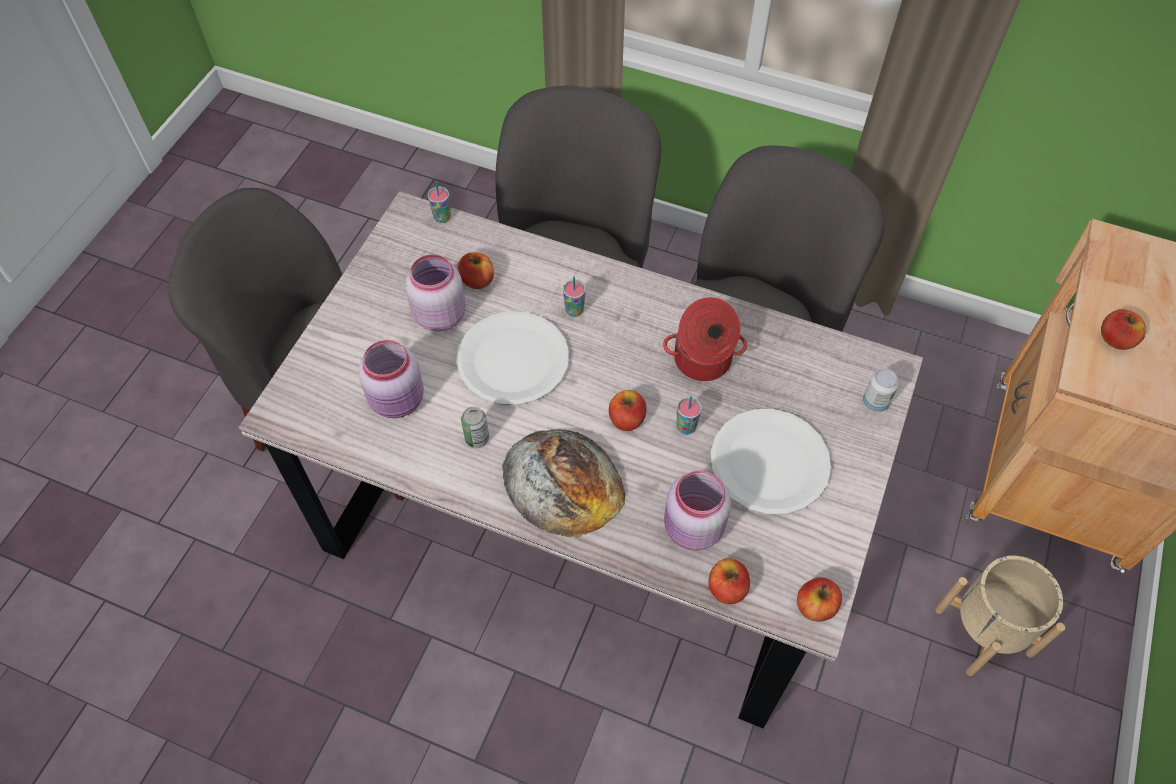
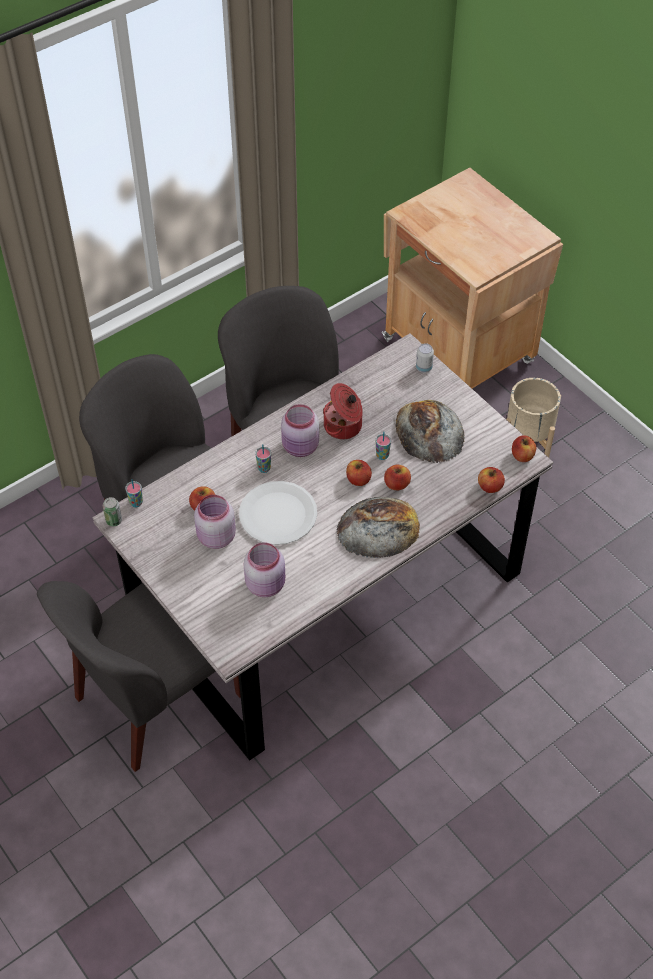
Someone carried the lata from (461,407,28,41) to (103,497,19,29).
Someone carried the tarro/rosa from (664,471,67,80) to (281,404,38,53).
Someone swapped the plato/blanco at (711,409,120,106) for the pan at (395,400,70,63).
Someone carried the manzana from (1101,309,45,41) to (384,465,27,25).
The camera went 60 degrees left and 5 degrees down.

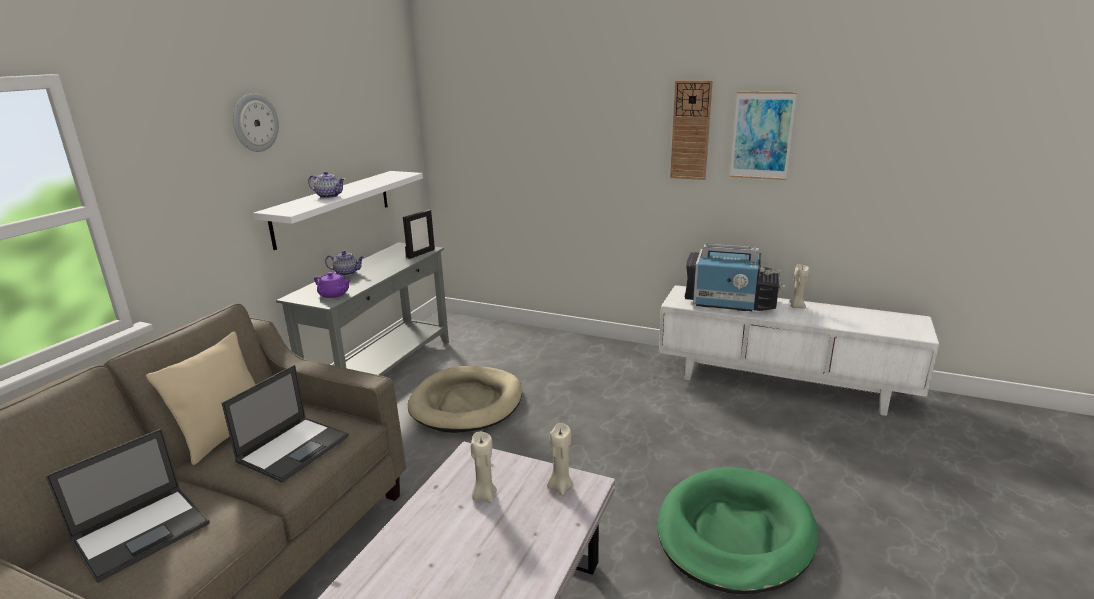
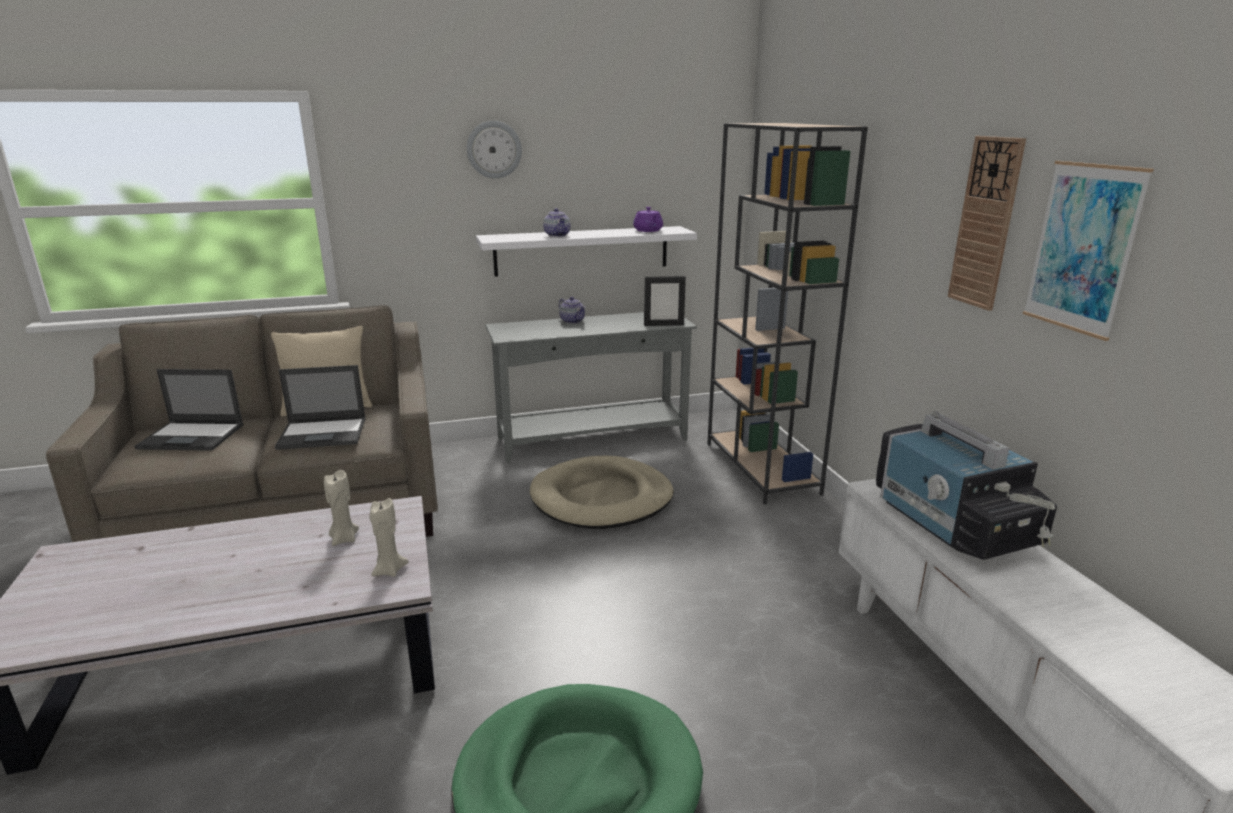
Someone carried the tetera/morado from (314,272,38,26) to (633,207,30,25).
Someone took away the vela/beis at (790,264,19,45).
Someone put down the estantería at (707,123,161,381).
The camera went 50 degrees right and 0 degrees up.

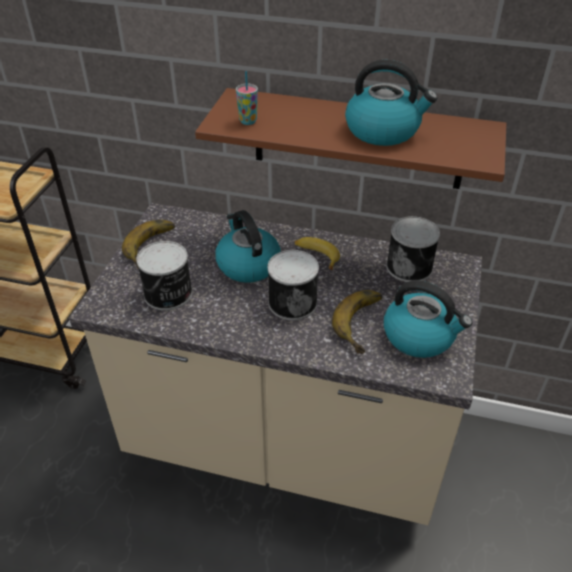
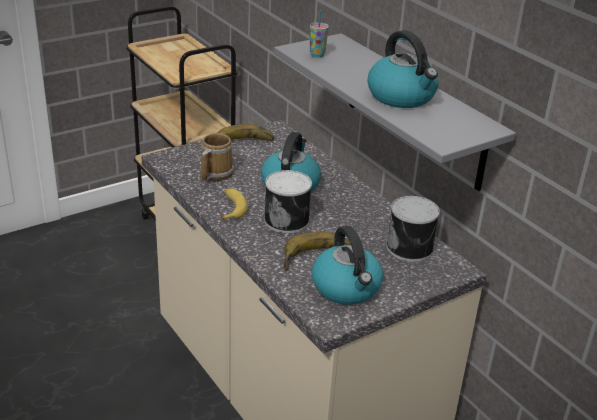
Someone swapped the lata at (136,241,56,70) for the taza grande at (200,133,34,49).
Someone repainted the estante/marrón at (195,88,312,101), which became the estante/gris at (274,33,242,158).
Someone carried the plátano from (295,237,45,33) to (222,188,26,32).
The camera went 40 degrees right and 10 degrees down.

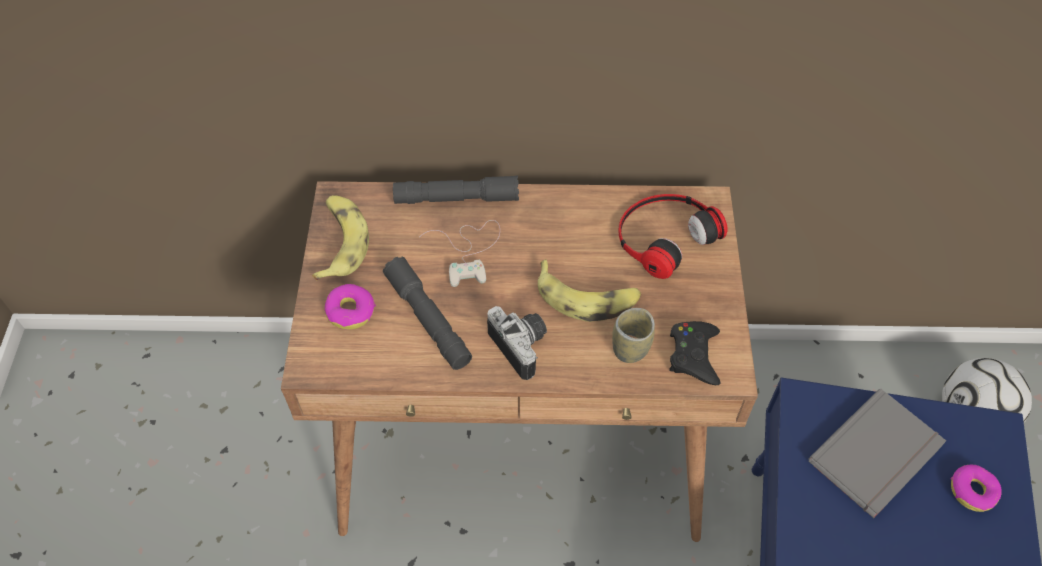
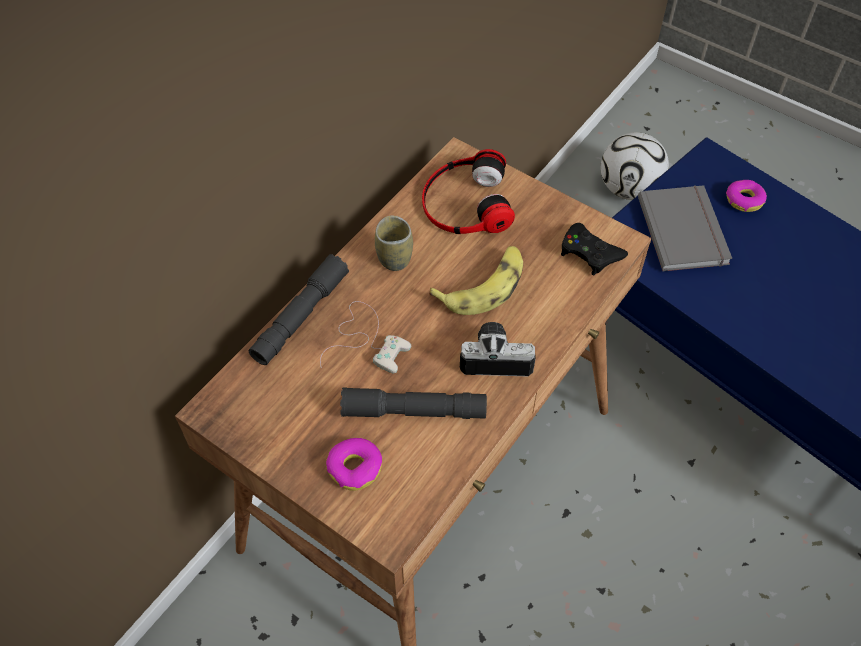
Someone took away the plátano at (312,195,57,86).
Someone carried the taza from (612,308,43,55) to (375,215,38,56).
The camera went 55 degrees left and 0 degrees up.

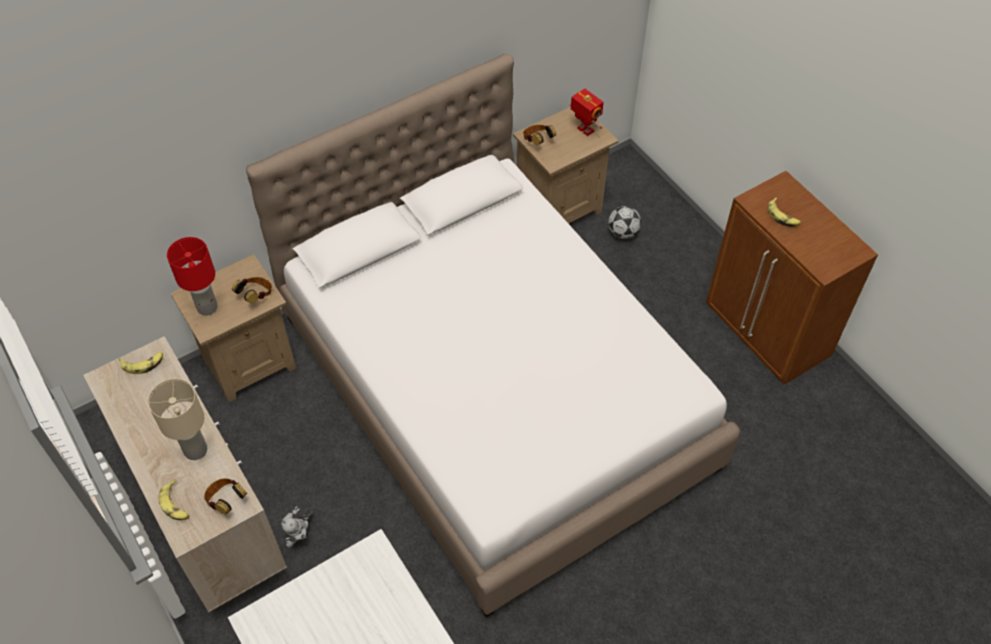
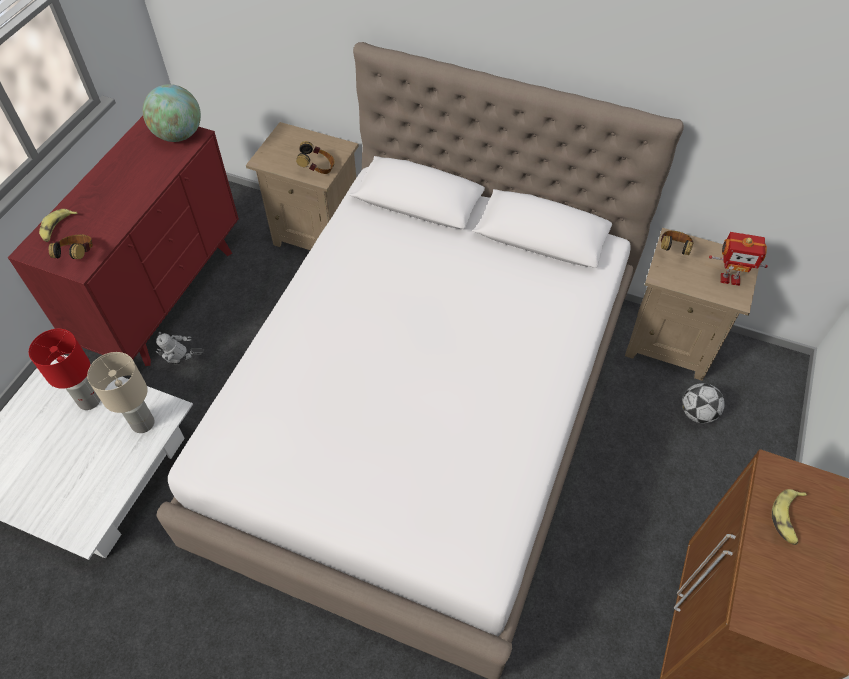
Someone repainted the cómoda/blanco at (83,336,204,276), which became the cómoda/rojo at (7,116,232,250).
Someone swapped the plátano at (119,352,44,22) for the globo terráqueo at (143,84,58,58).
Someone carried the lámpara de mesa/beis from (148,379,59,81) to (87,352,67,81).
Someone carried the lámpara de mesa/rojo from (167,237,51,78) to (29,329,71,81).
Someone rotated the robot de juguete at (569,88,35,48) by 90 degrees clockwise.
The camera went 55 degrees right and 0 degrees up.

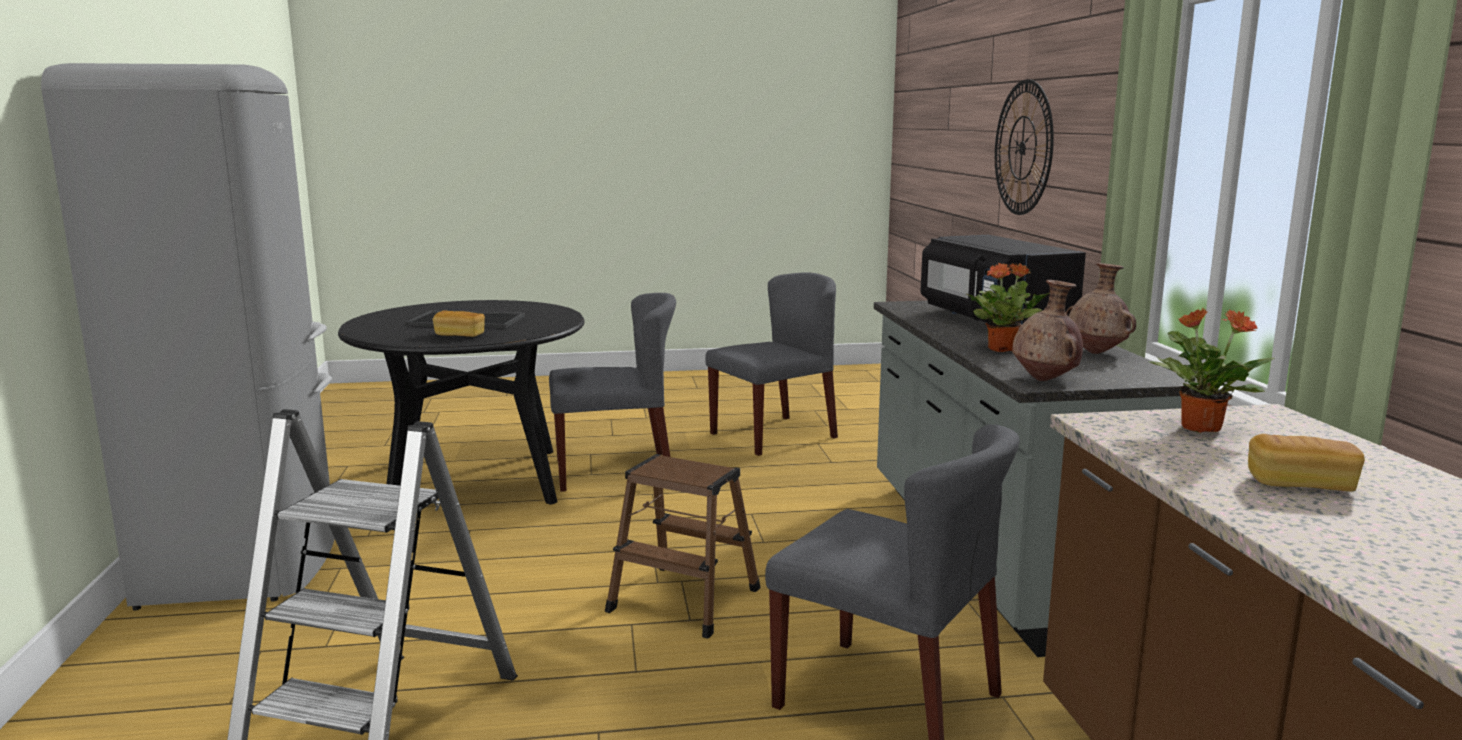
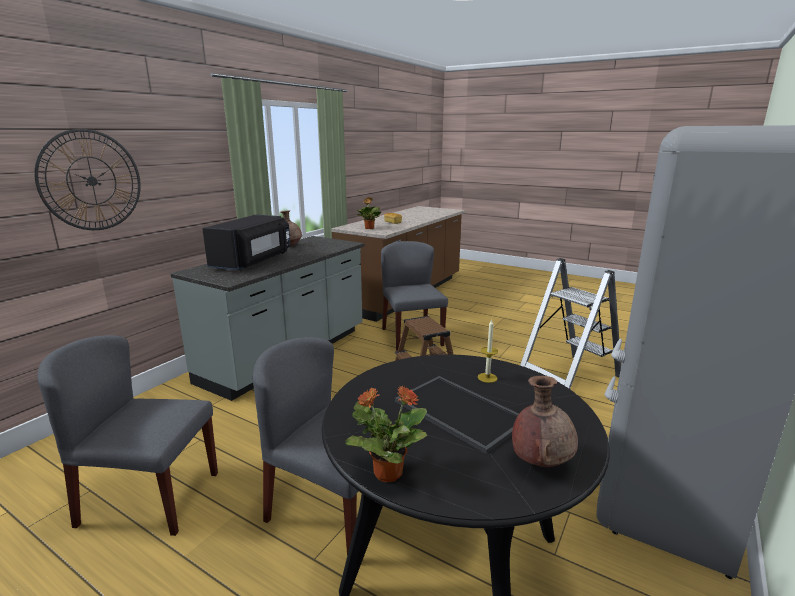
Someone swapped the pan at (433,310,52,27) for the vela at (478,320,20,63).
Someone carried the planta en maceta from (967,263,82,89) to (345,386,82,96).
Someone carried the florero/marrón from (1012,280,71,101) to (512,376,66,91).
The camera went 140 degrees left and 5 degrees up.

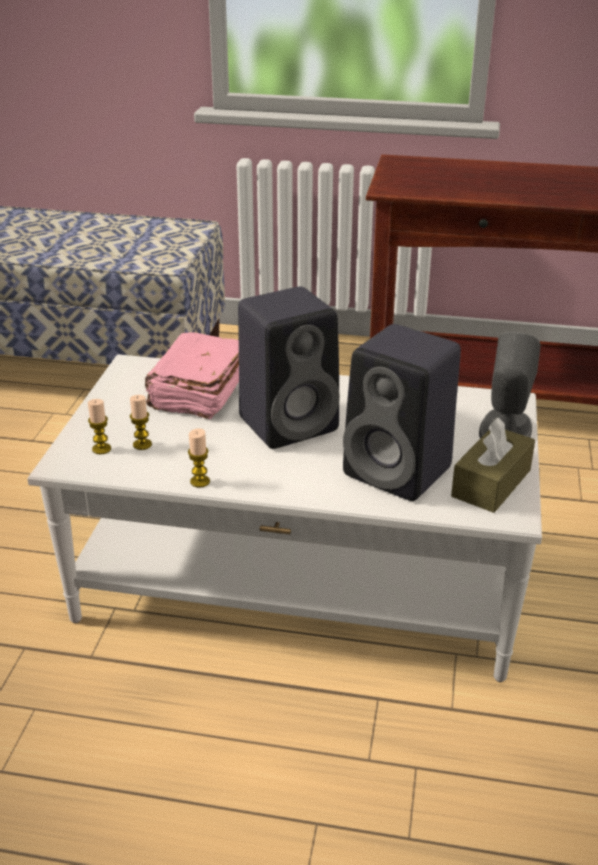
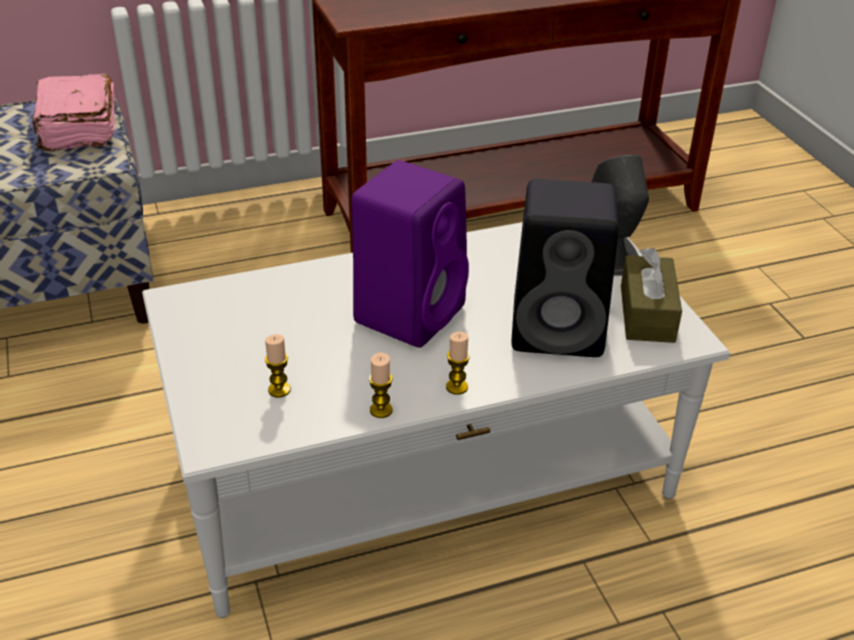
Someone carried the vela from (88,399,23,55) to (446,332,24,63).
Someone carried the libro/rosa from (145,332,94,87) to (33,74,82,77).
Someone repainted the altavoz/negro at (238,287,102,162), which became the altavoz/morado at (351,160,118,188).
The camera went 30 degrees left and 5 degrees up.

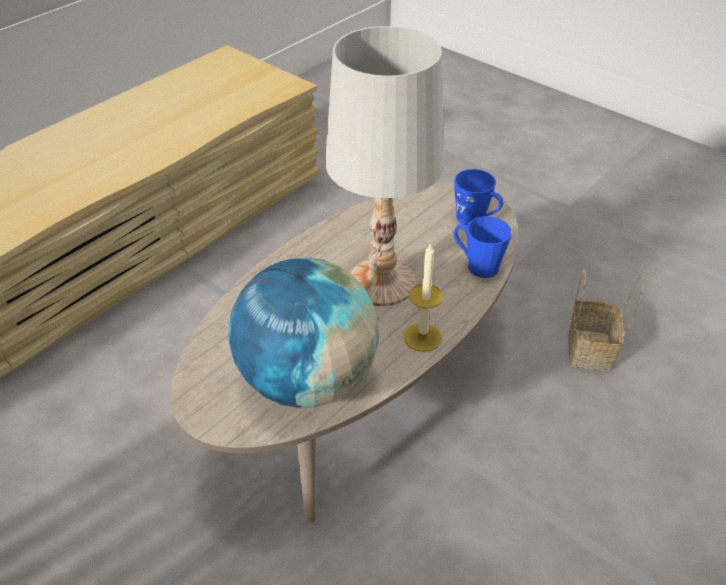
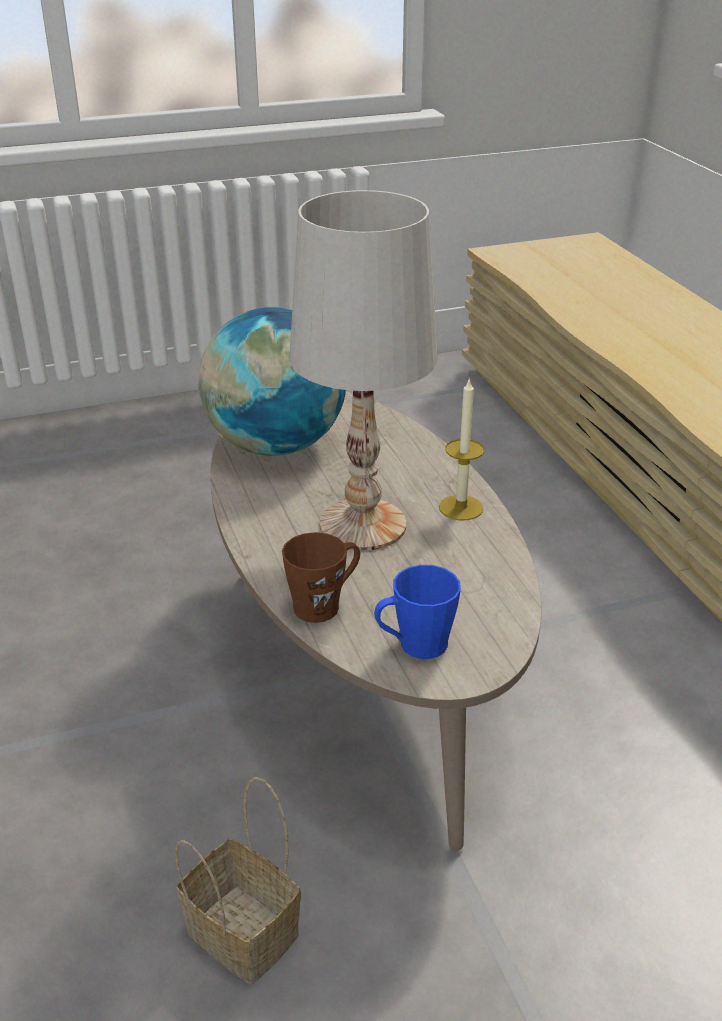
Someone carried the vela from (404,243,39,109) to (439,377,46,144).
Someone repainted the taza grande/azul at (454,216,57,62), which became the taza grande/marrón at (282,532,78,91).
The camera went 120 degrees right and 10 degrees down.

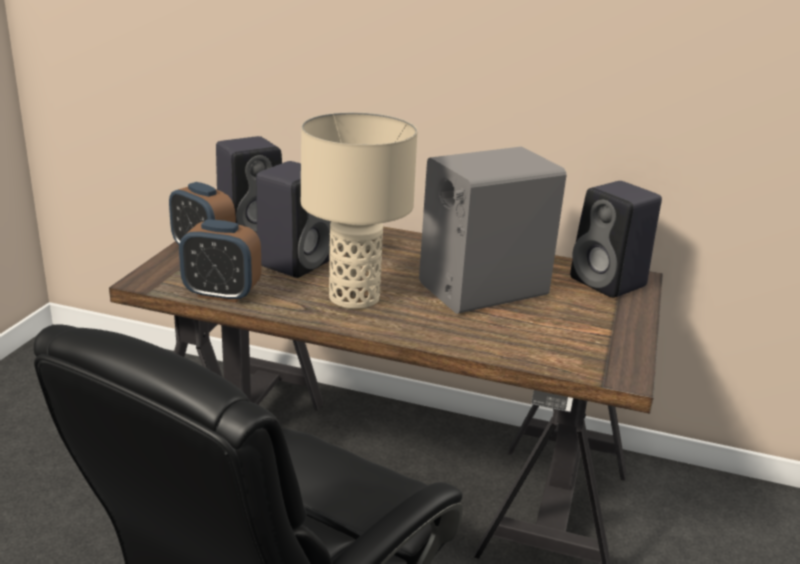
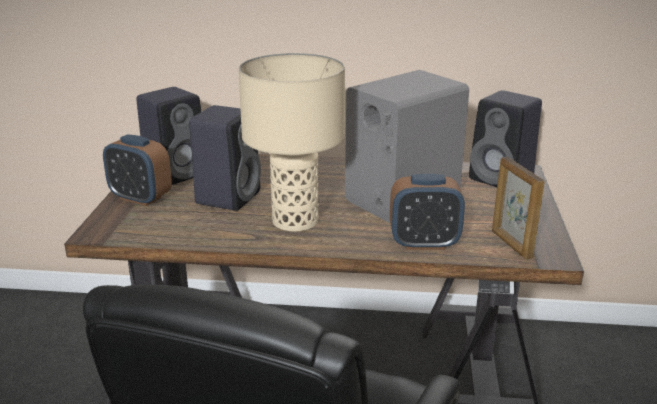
Someone carried the despertador from (179,220,83,83) to (390,174,75,76).
Someone put down the portarretratos at (492,157,52,103).
The camera went 10 degrees left and 0 degrees up.

